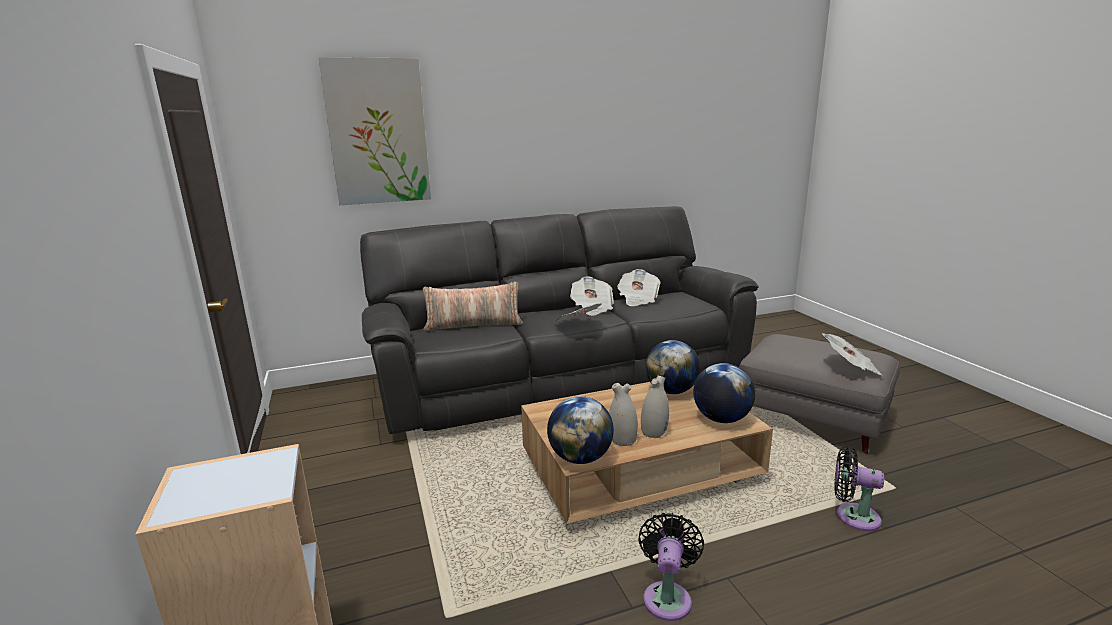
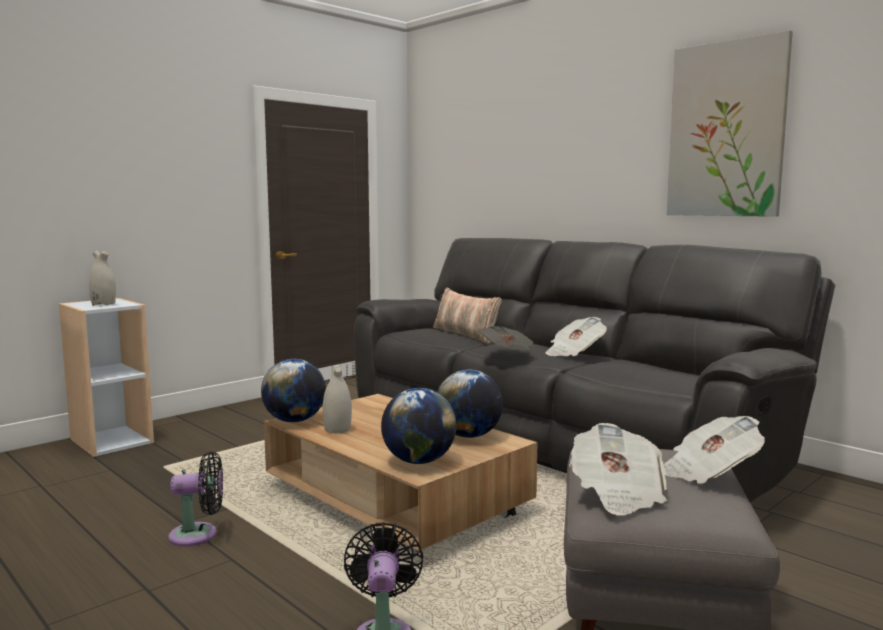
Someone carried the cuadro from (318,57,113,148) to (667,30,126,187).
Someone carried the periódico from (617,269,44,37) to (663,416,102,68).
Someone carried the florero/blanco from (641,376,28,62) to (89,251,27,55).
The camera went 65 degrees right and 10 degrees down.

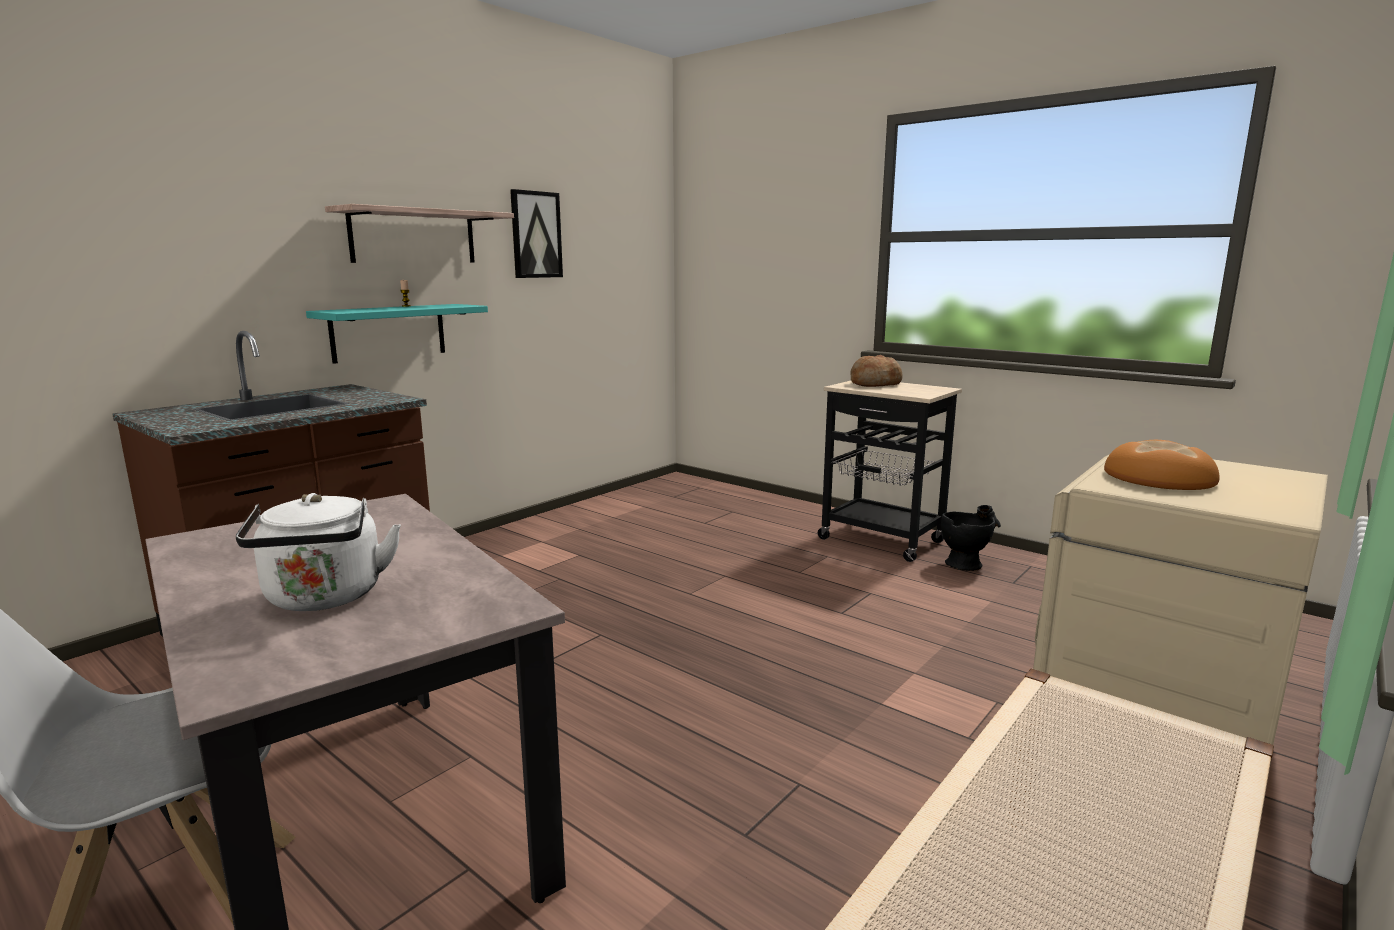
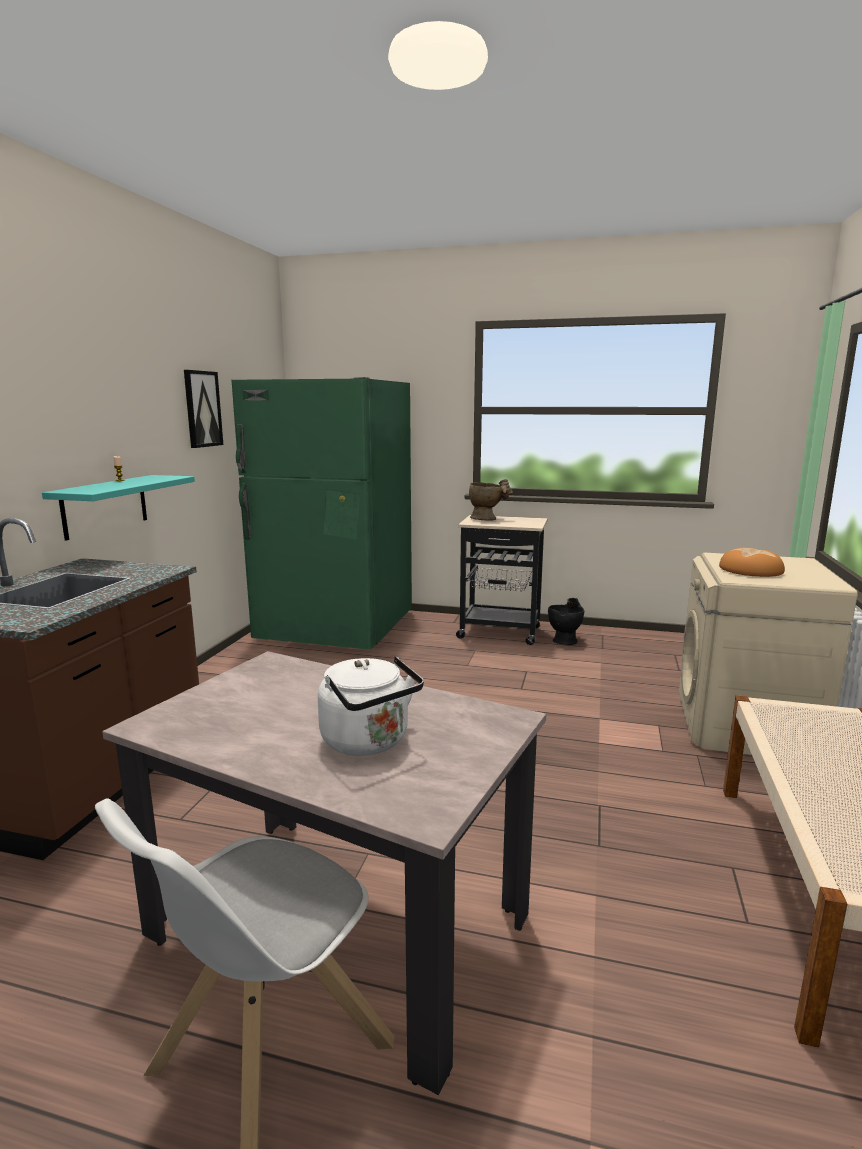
Someone took away the estante at (325,204,189,59).
Someone swapped the pan at (850,355,53,32) for the florero/beis at (469,479,44,42).
Someone put down the nevera/verde at (232,377,180,272).
The camera went 25 degrees left and 0 degrees up.

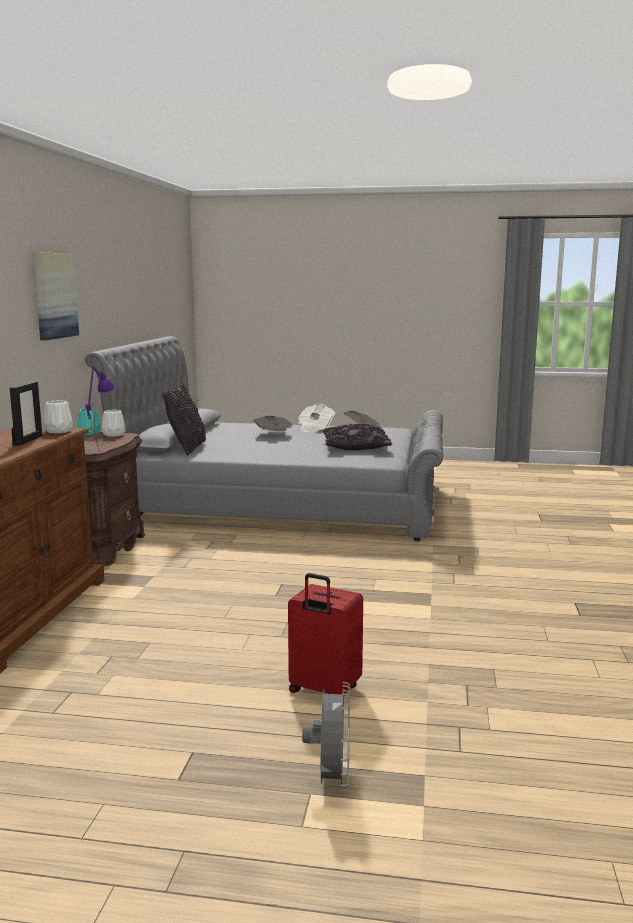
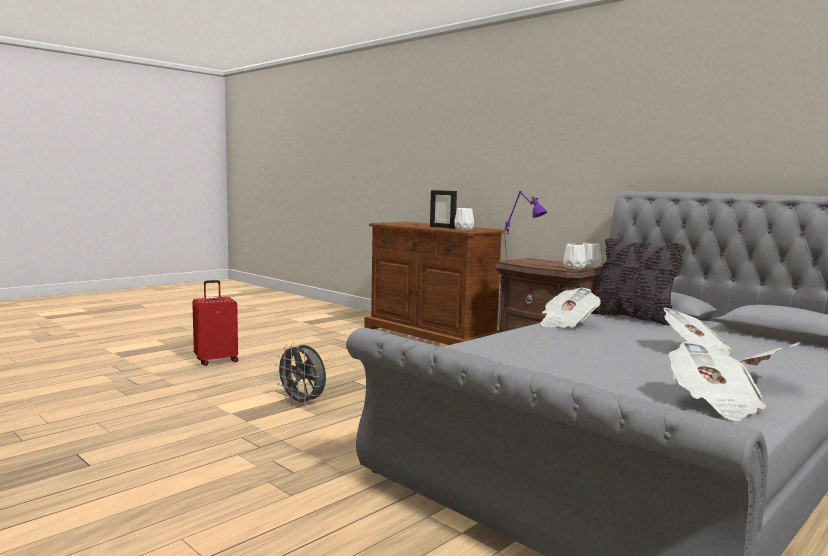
Someone took away the cuadro at (33,252,46,88).
Someone repainted the florero/turquesa at (77,409,24,26), which became the florero/blanco at (583,243,19,25).
Someone carried the ventilador/gris from (302,682,48,109) to (275,343,51,64).
Someone took away the cojín/negro at (322,423,71,27).
Someone put down the periódico at (540,288,60,40).
The camera went 125 degrees right and 5 degrees down.

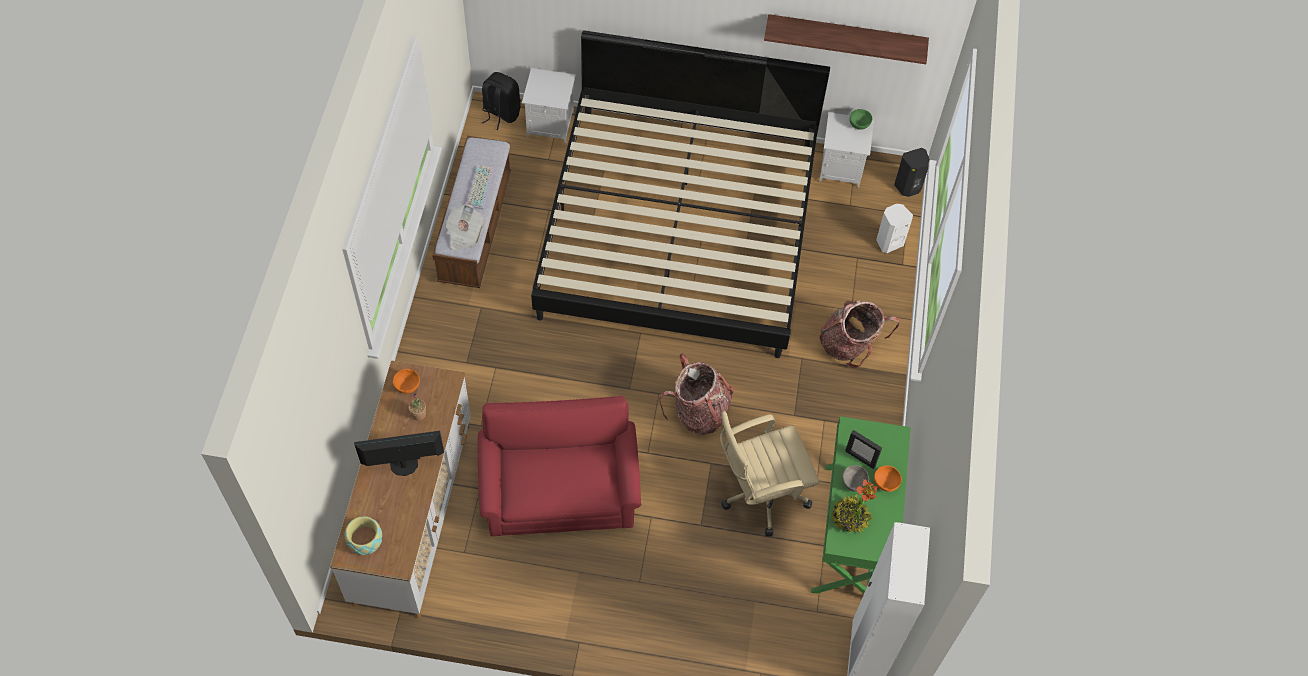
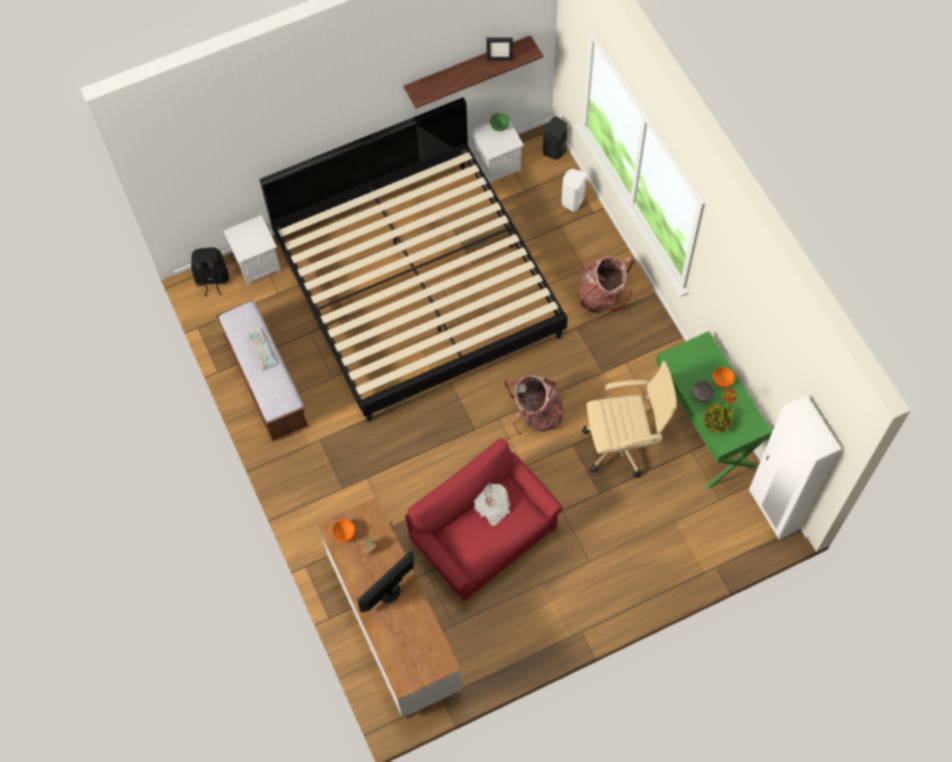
Someone took away the cuenco at (345,516,37,39).
Someone carried the periódico from (445,204,40,46) to (474,483,36,43).
Someone rotated the silla de oficina/beis at (720,411,99,125) by 135 degrees counterclockwise.
Someone carried the portarretratos from (845,430,37,39) to (486,37,27,24).
The camera went 30 degrees left and 5 degrees up.

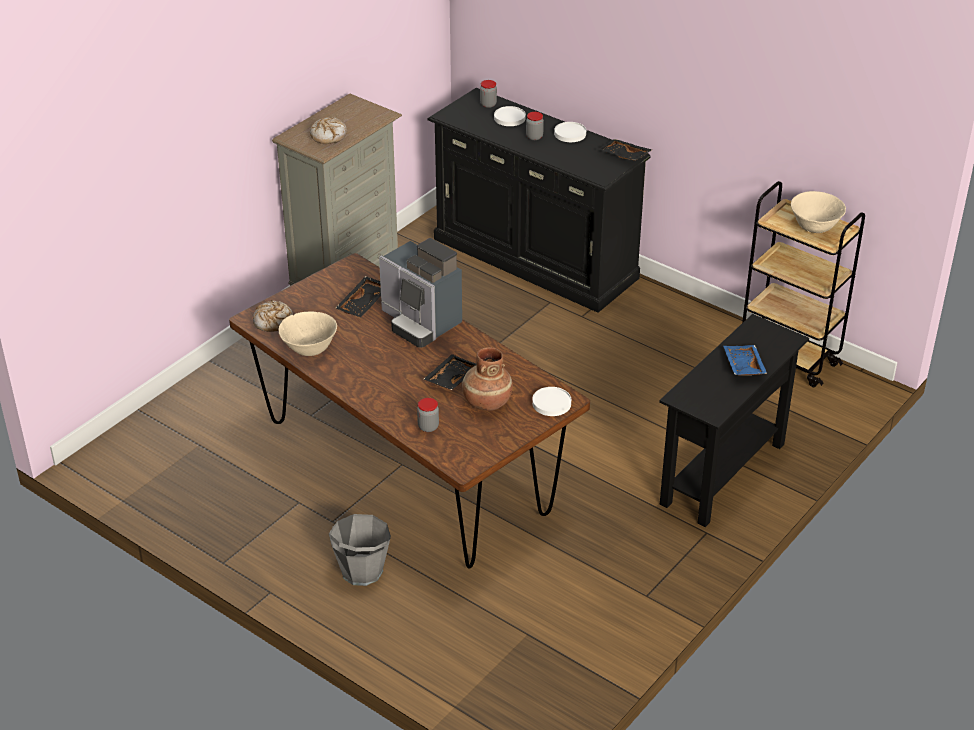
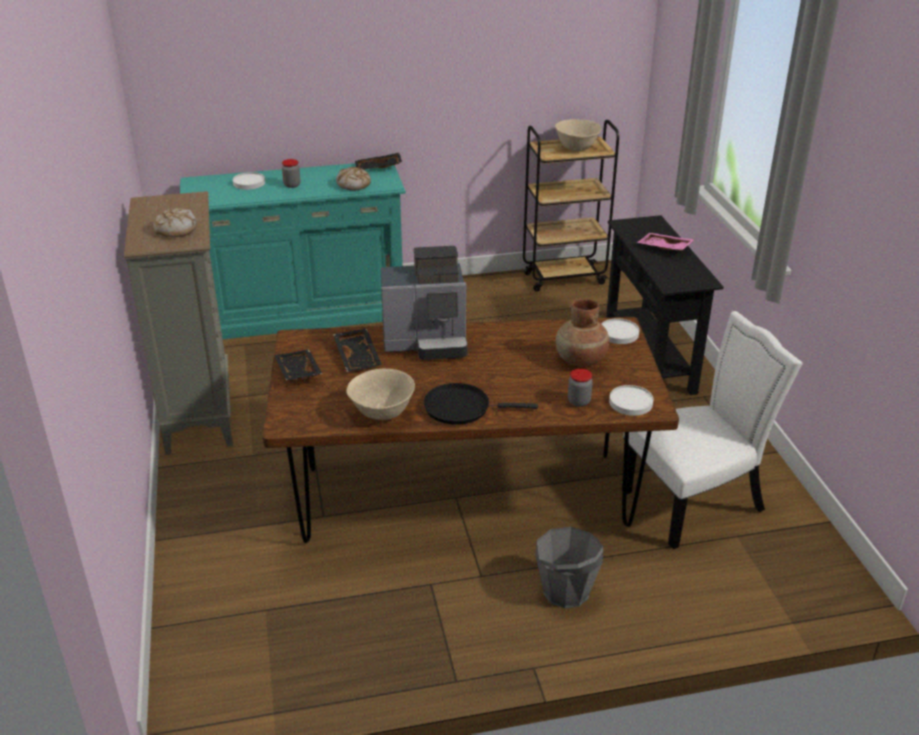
Someone carried the pan from (253,300,40,32) to (336,167,35,24).
Someone carried the bandeja/negro from (424,354,52,36) to (274,349,48,32).
Someone repainted the armario/negro at (428,88,222,225), which became the armario/turquesa at (180,163,226,176).
Someone took away the tarro at (480,80,17,28).
Someone carried the plato/blanco from (554,122,32,20) to (609,385,44,31).
Someone repainted the bandeja/azul at (723,345,44,30), which became the bandeja/rosa at (636,233,58,18).
Someone put down the sartén/negro at (424,383,114,42).
Someone put down the silla/blanco at (622,311,181,238).
The camera went 50 degrees left and 5 degrees down.

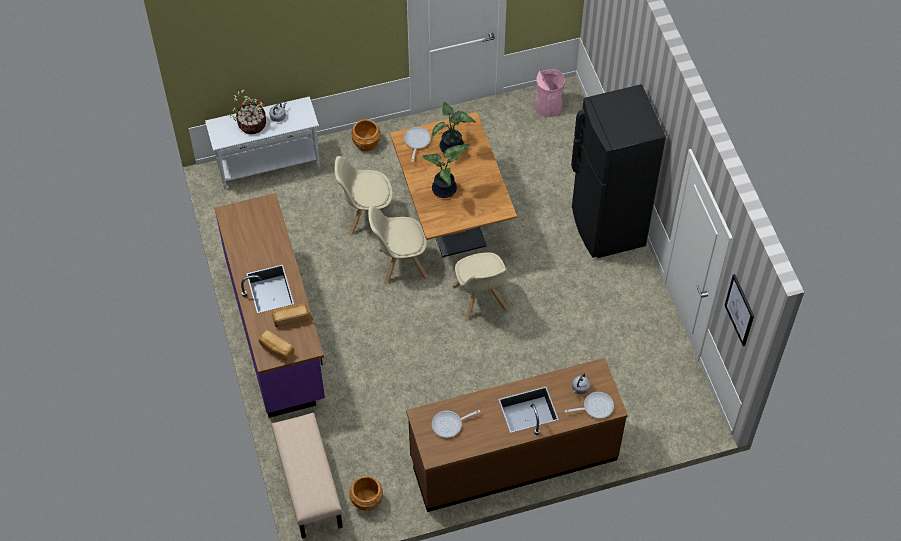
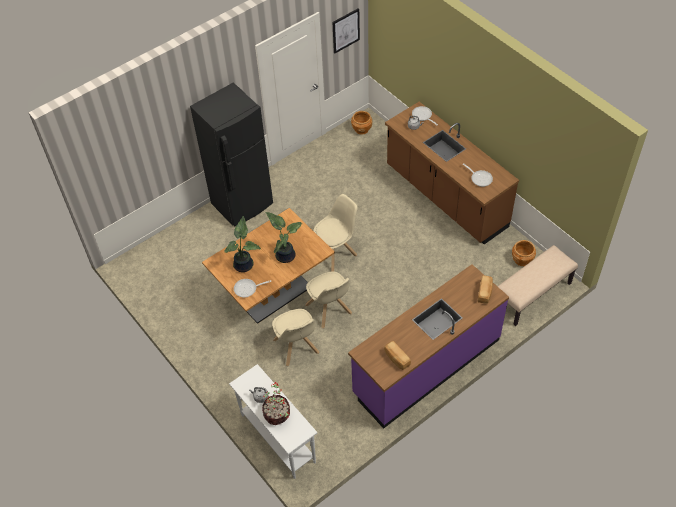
Someone carried the pan from (272,304,37,24) to (384,341,27,29).
Someone carried the maceta/marrón from (351,119,30,33) to (351,111,22,24).
Someone took away the papelera/rosa at (535,69,30,48).
The camera went 110 degrees left and 5 degrees down.

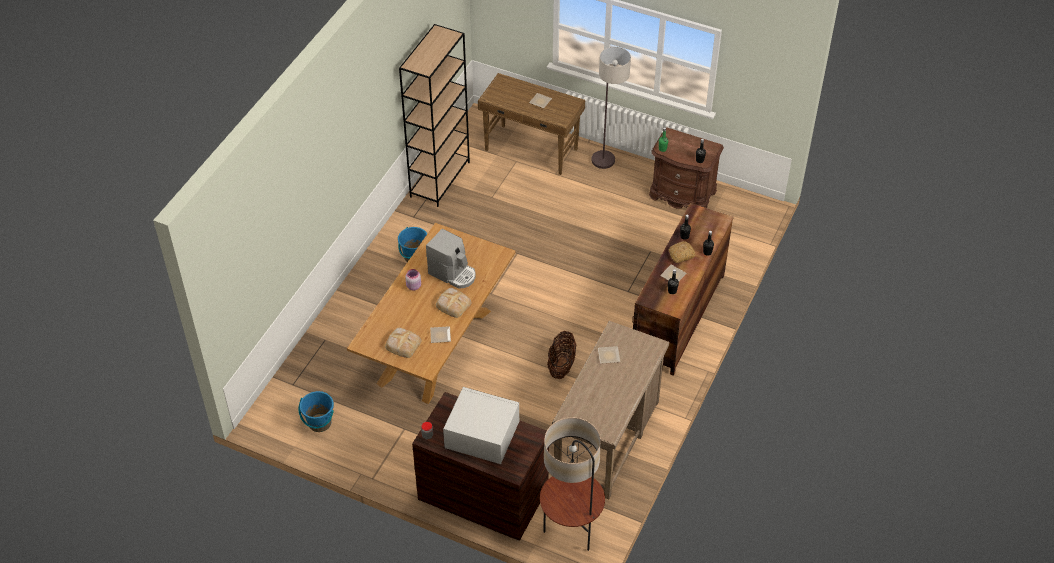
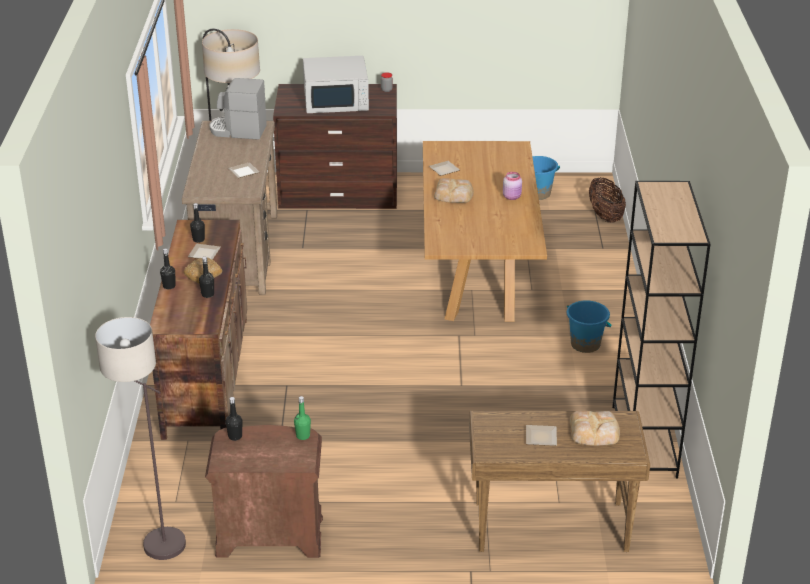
Someone carried the pan from (385,328,36,30) to (570,411,50,35).
Someone carried the cafetera from (426,229,50,60) to (210,78,57,62).
Someone carried the cesta from (547,331,29,48) to (589,178,37,45).
Someone carried the lámpara de pie/gris from (591,47,40,122) to (95,317,91,243).
The camera went 155 degrees right and 15 degrees down.

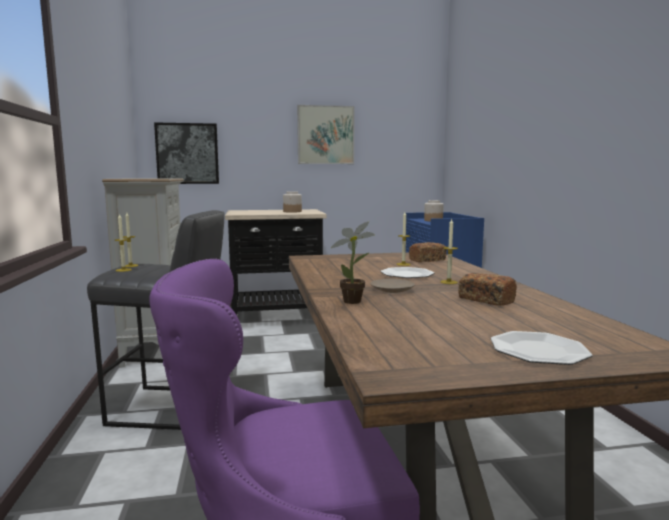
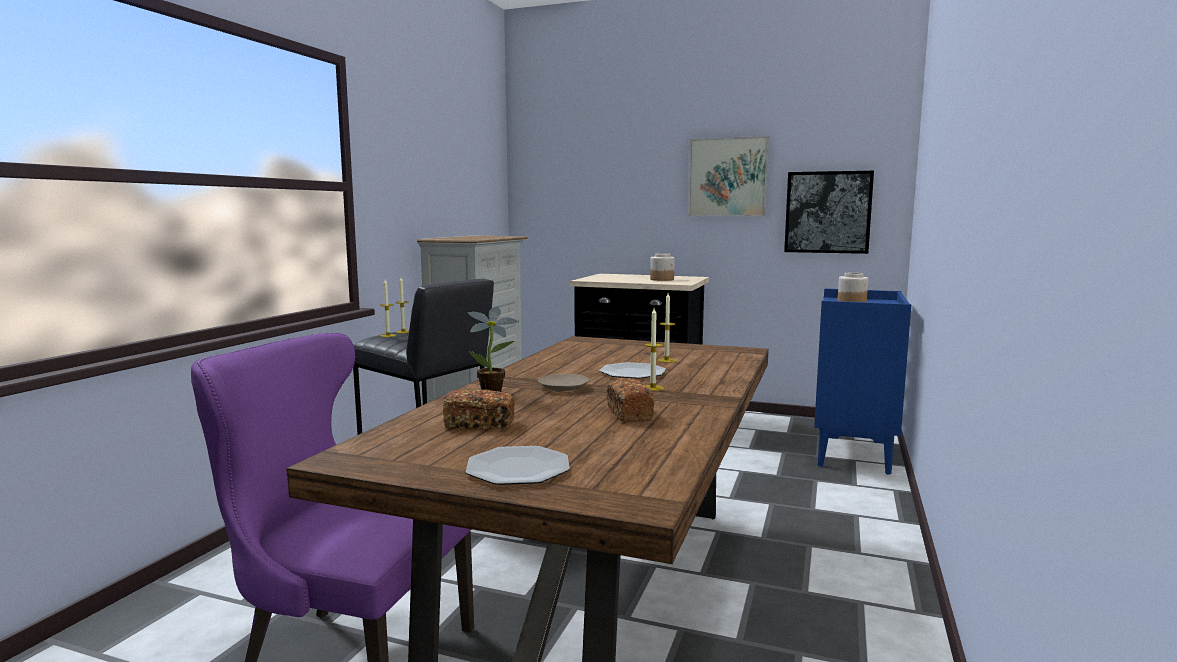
Someone carried the cuadro from (154,122,65,62) to (784,171,90,83).
Someone carried the pan from (409,242,38,20) to (443,389,72,41).
The camera went 30 degrees right and 0 degrees up.

